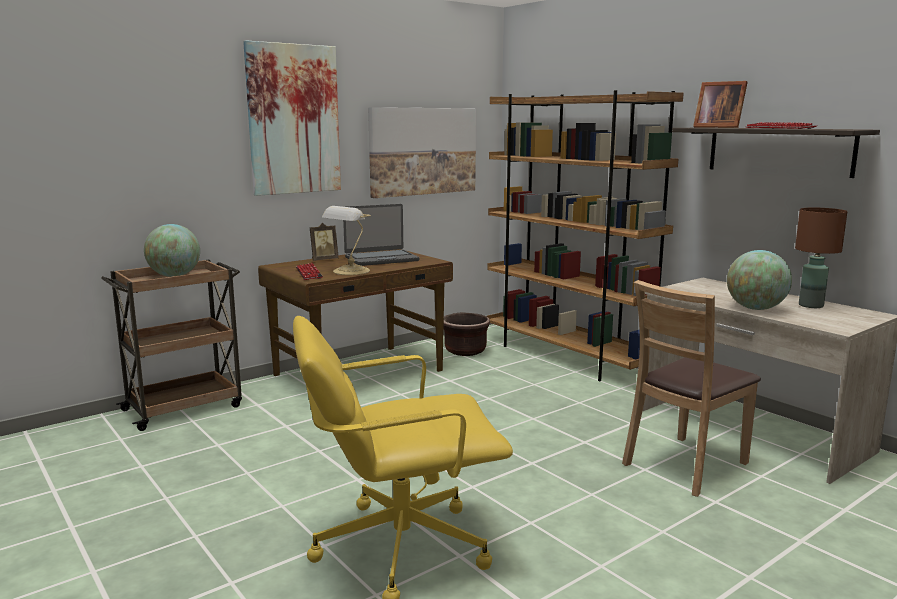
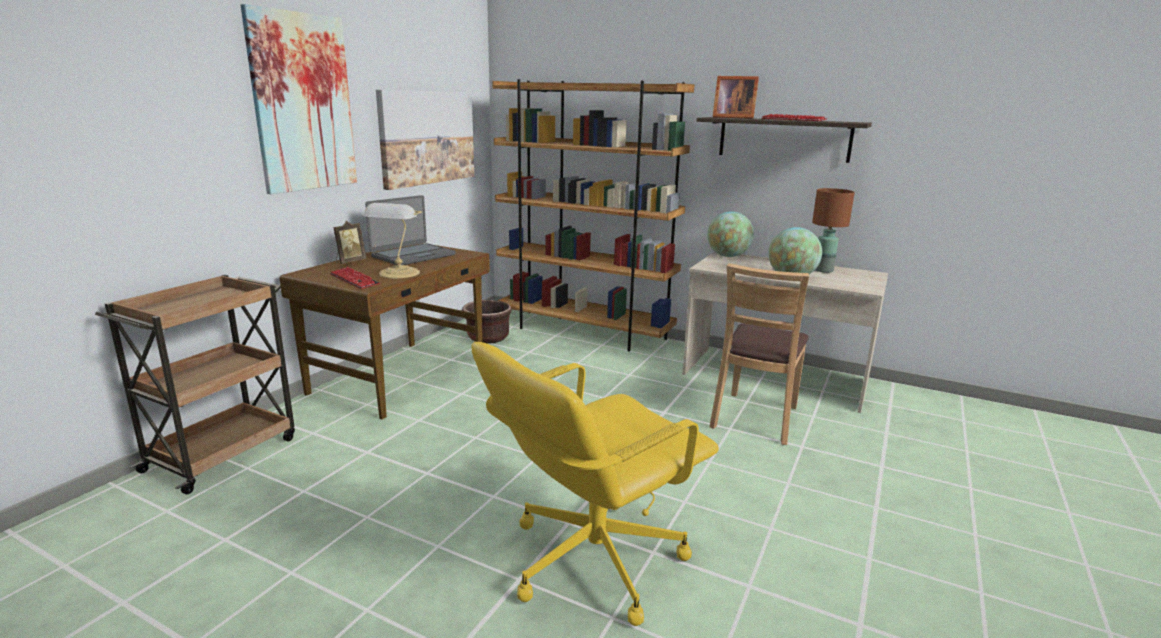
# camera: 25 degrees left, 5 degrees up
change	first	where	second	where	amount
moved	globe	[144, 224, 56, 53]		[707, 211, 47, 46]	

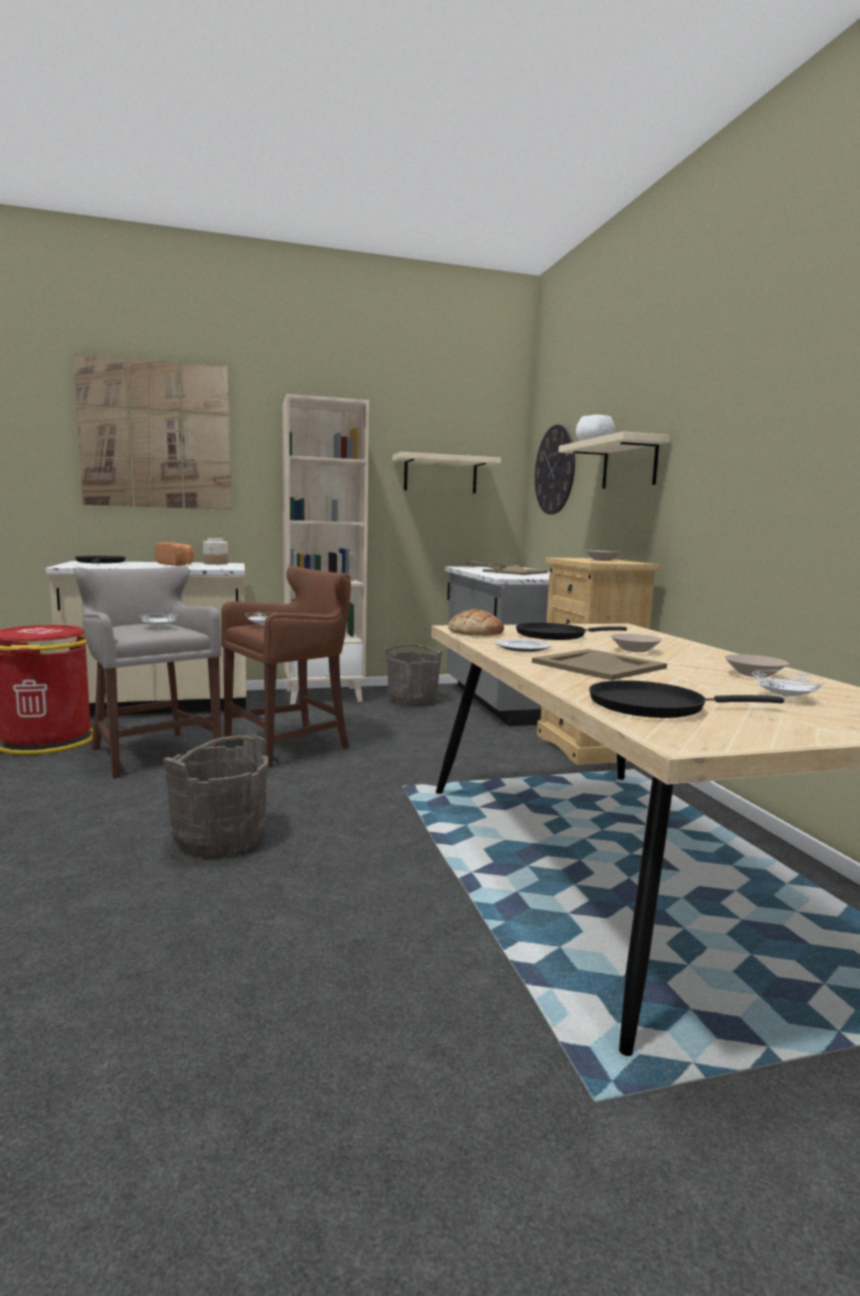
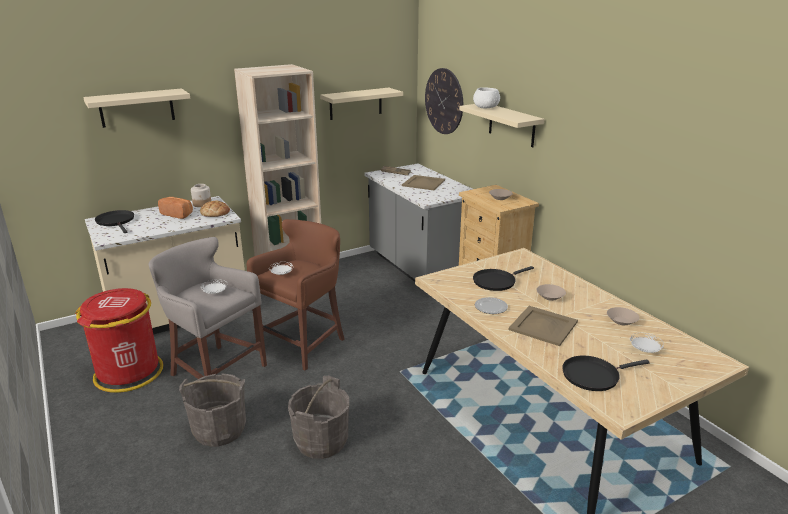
# camera: 15 degrees left, 15 degrees up
change	first	where	second	where	amount
moved	bucket/grey	[385, 644, 58, 63]		[179, 373, 67, 74]	
moved	bread	[448, 609, 56, 27]		[200, 200, 30, 17]	
replaced	picture	[74, 354, 157, 156]	shelf/beige	[83, 88, 107, 40]	

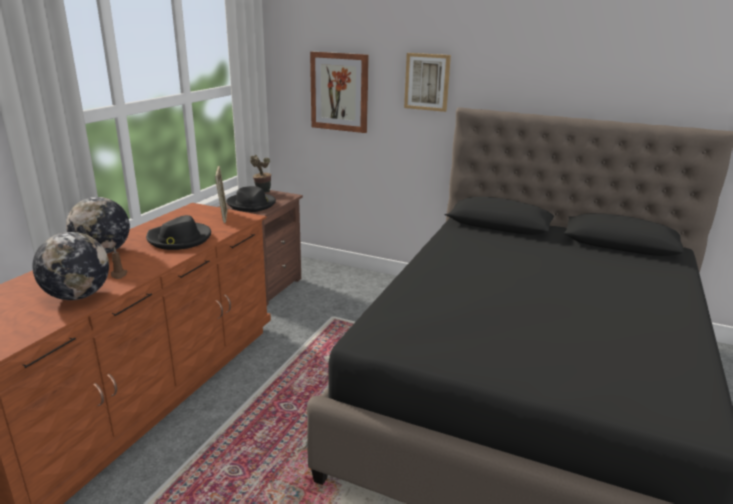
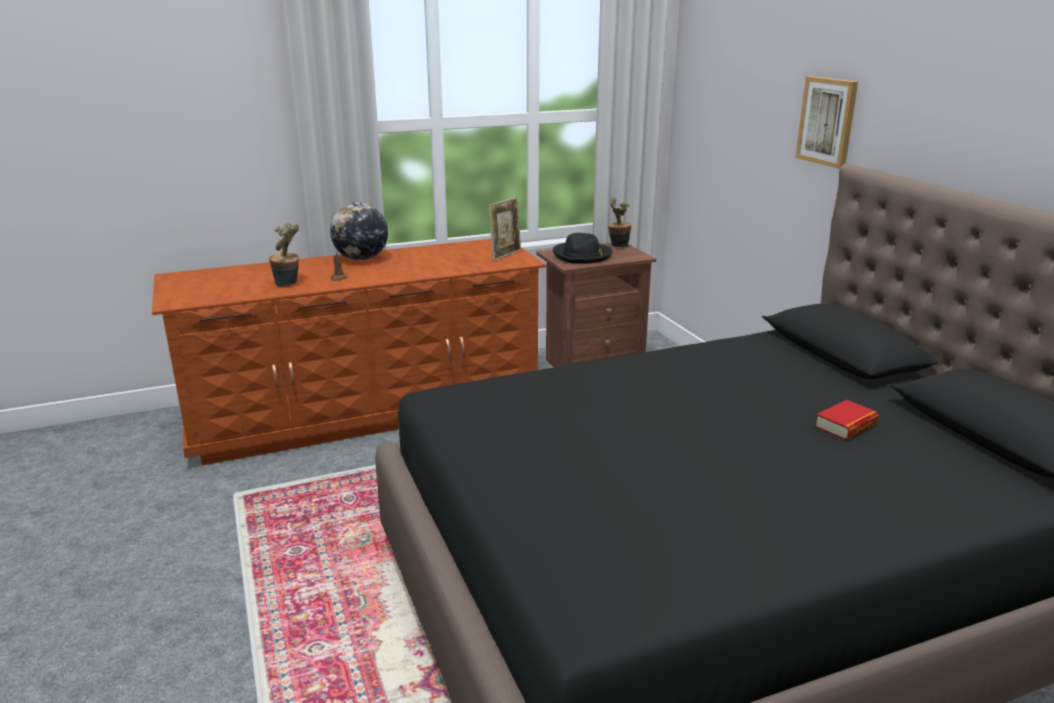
# camera: 45 degrees right, 0 degrees up
change	first	where	second	where	amount
removed	hat/black	[146, 215, 65, 35]			
removed	picture	[310, 51, 59, 82]			
added			book	[815, 400, 64, 40]	
replaced	globe	[32, 232, 77, 68]	potted plant	[269, 222, 30, 65]	

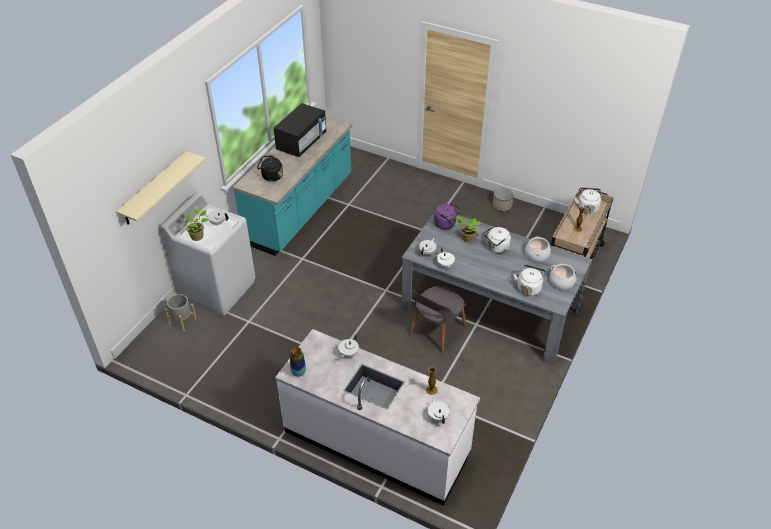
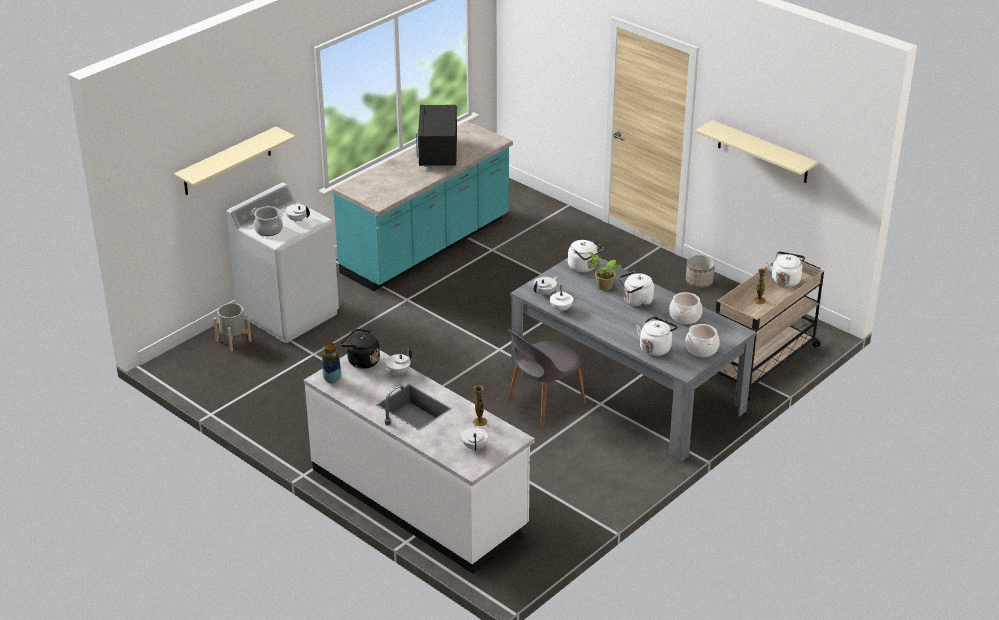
# camera: 15 degrees right, 10 degrees down
change	first	where	second	where	amount
added			shelf/beige	[695, 120, 123, 63]	
moved	kettle/black	[257, 155, 26, 27]		[340, 329, 40, 40]	
replaced	potted plant	[184, 209, 24, 32]	cooking pot	[252, 206, 31, 30]	
recoloured	kettle/purple	[434, 203, 27, 26]	kettle/white	[568, 240, 36, 33]	
turned	microwave/black	[274, 103, 52, 54]		[416, 105, 41, 63]	135 degrees clockwise

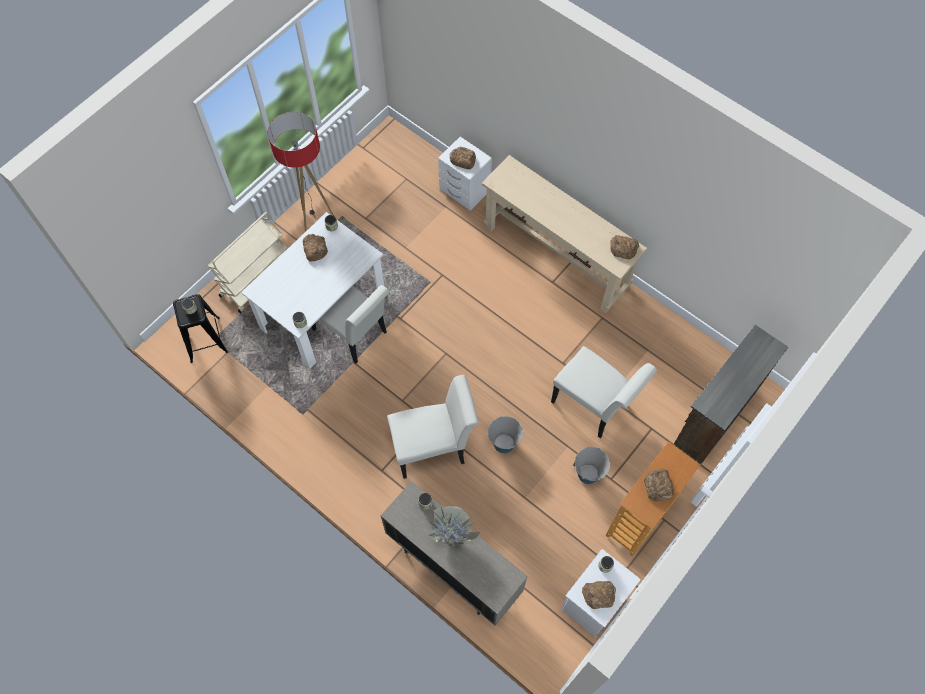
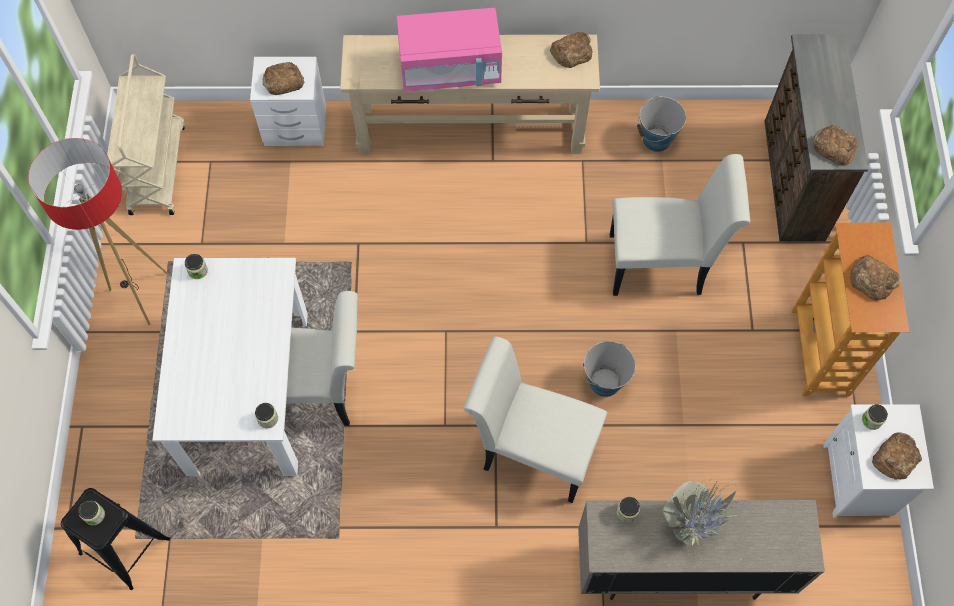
# camera: 40 degrees left, 0 degrees up
change	first	where	second	where	amount
added			microwave/pink	[396, 8, 106, 84]	
moved	cart/beige	[208, 212, 79, 101]		[106, 54, 79, 161]	
moved	bread	[303, 234, 25, 27]		[813, 125, 45, 41]	
moved	bucket	[573, 447, 37, 37]		[637, 96, 49, 56]	
turned	chair/white	[387, 375, 92, 104]		[464, 337, 143, 166]	105 degrees counterclockwise

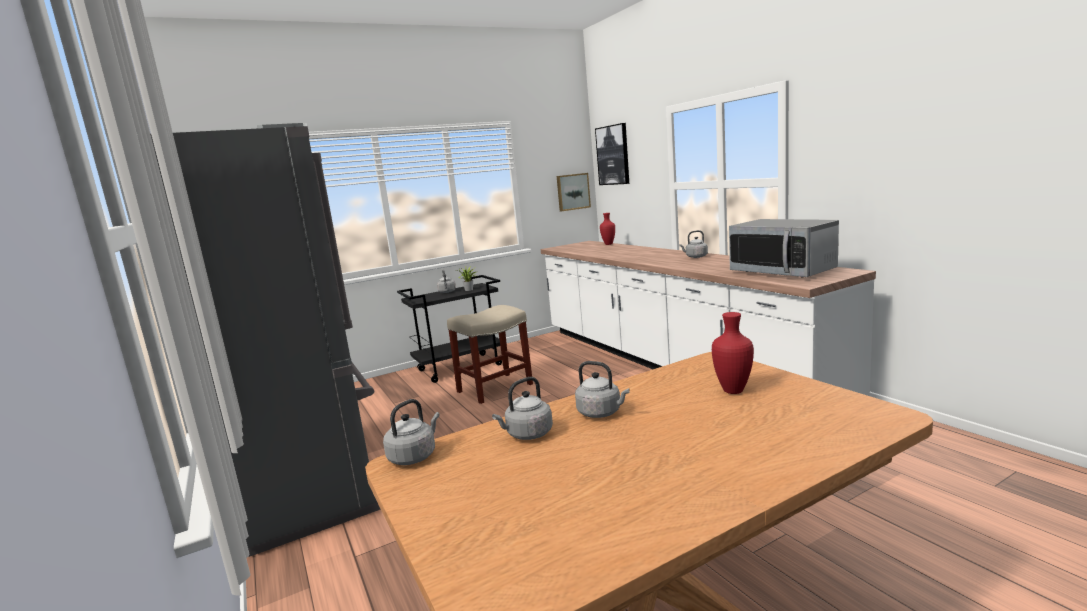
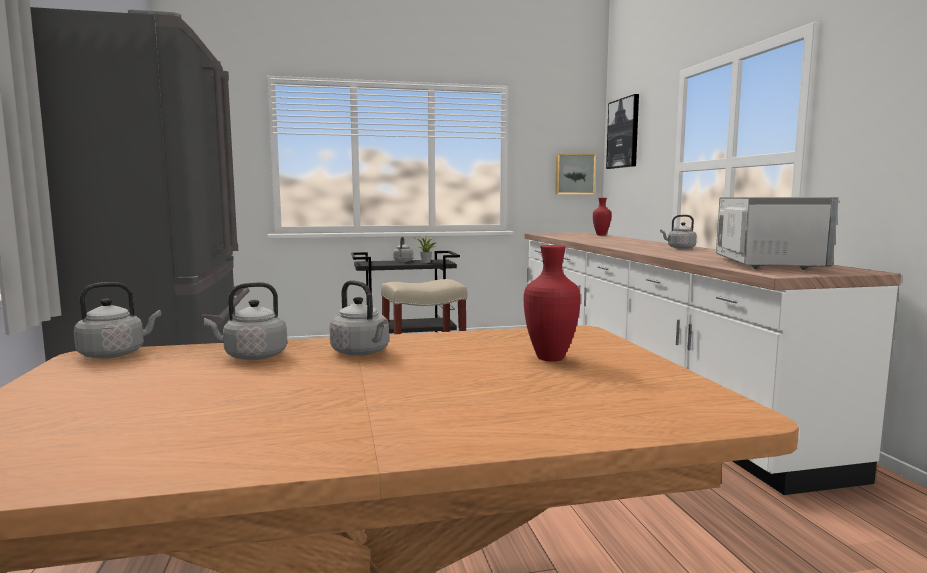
# camera: 15 degrees right, 5 degrees down
change	first	where	second	where	amount
turned	microwave	[729, 219, 110, 59]		[716, 197, 123, 73]	150 degrees counterclockwise

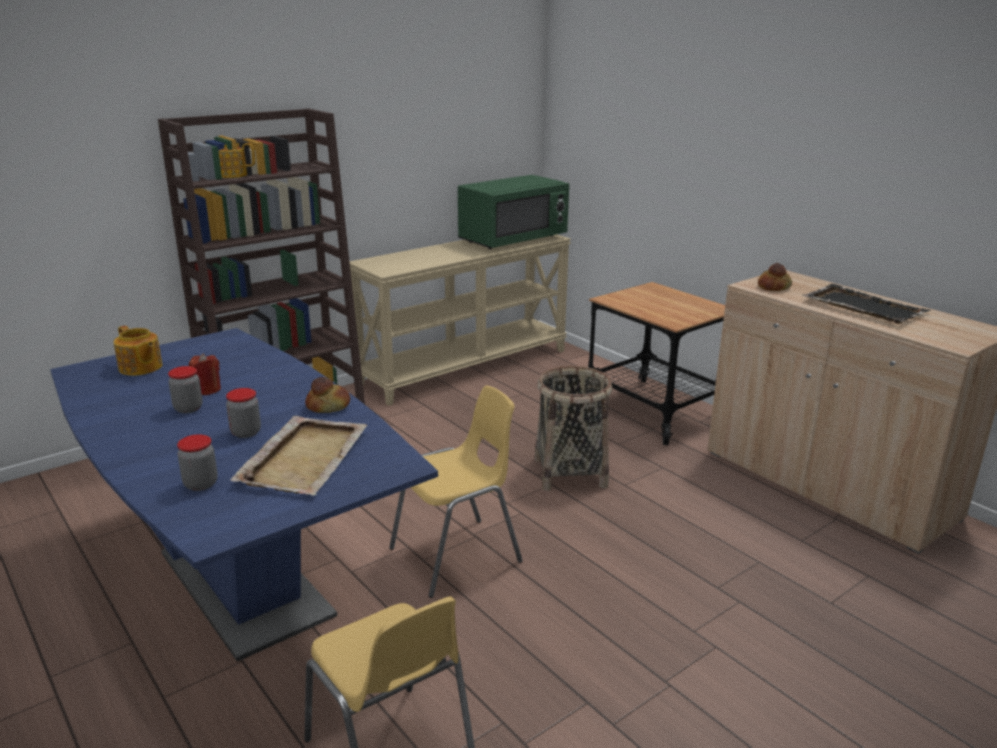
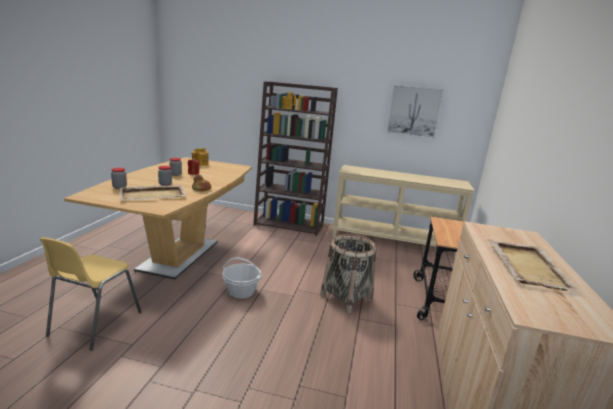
# camera: 50 degrees right, 5 degrees down
change	first	where	second	where	amount
removed	microwave/green	[458, 175, 111, 74]			
removed	bread	[758, 263, 34, 28]			
added			picture	[387, 85, 57, 54]	
replaced	chair/yellow	[389, 385, 134, 213]	basket	[222, 257, 40, 42]	
recoloured	dining table/blue	[50, 328, 388, 334]	dining table/brown	[64, 157, 188, 122]	
recoloured	tray/black	[803, 284, 128, 40]	tray/beige	[487, 239, 97, 54]	

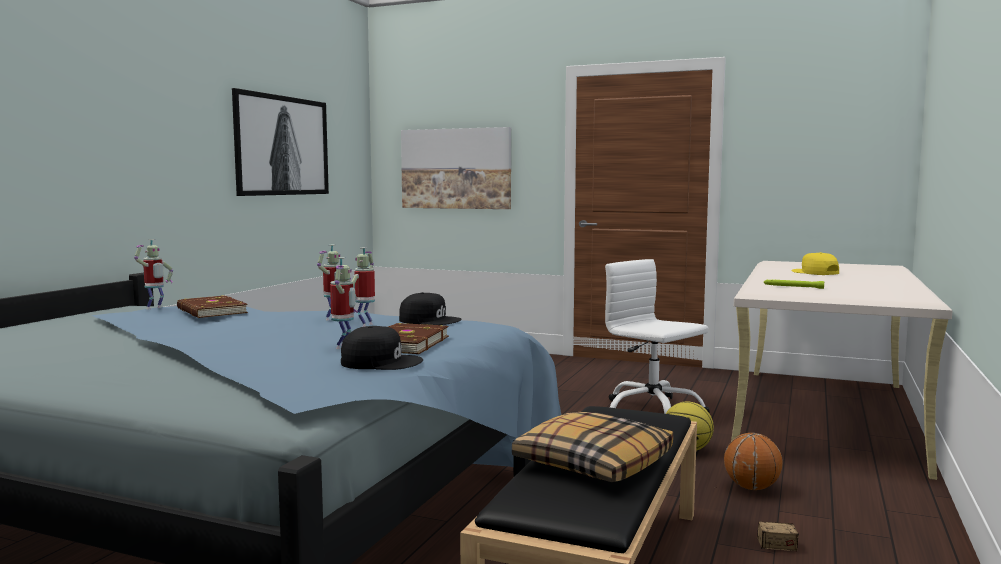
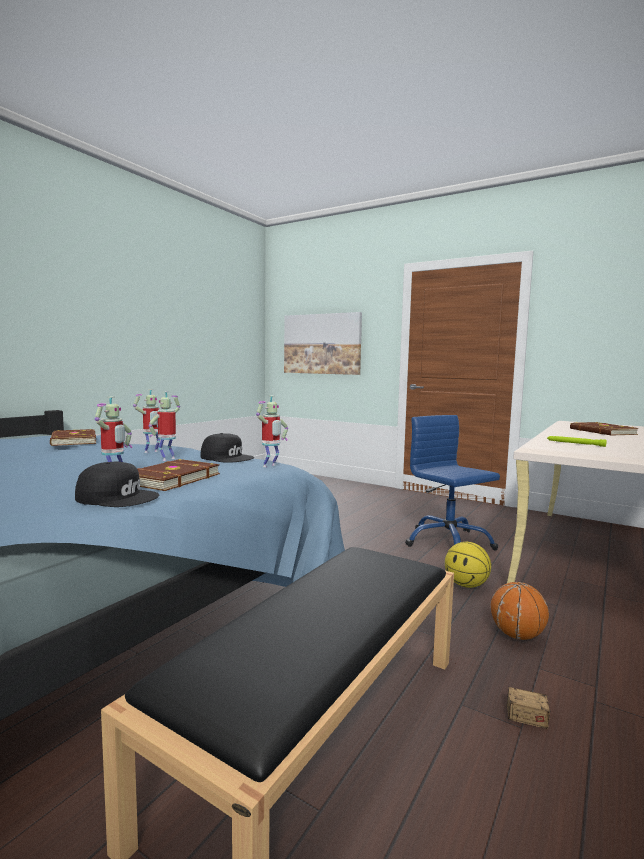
# camera: 10 degrees right, 0 degrees up
change	first	where	second	where	amount
removed	picture	[232, 88, 97, 108]			
removed	pillow	[512, 412, 161, 70]			
moved	toy robot	[134, 239, 39, 71]		[256, 396, 32, 71]	
replaced	cap/yellow	[791, 252, 48, 23]	book/brown	[570, 422, 69, 14]	
recoloured	office chair/white	[605, 259, 105, 155]	office chair/blue	[405, 415, 95, 136]	

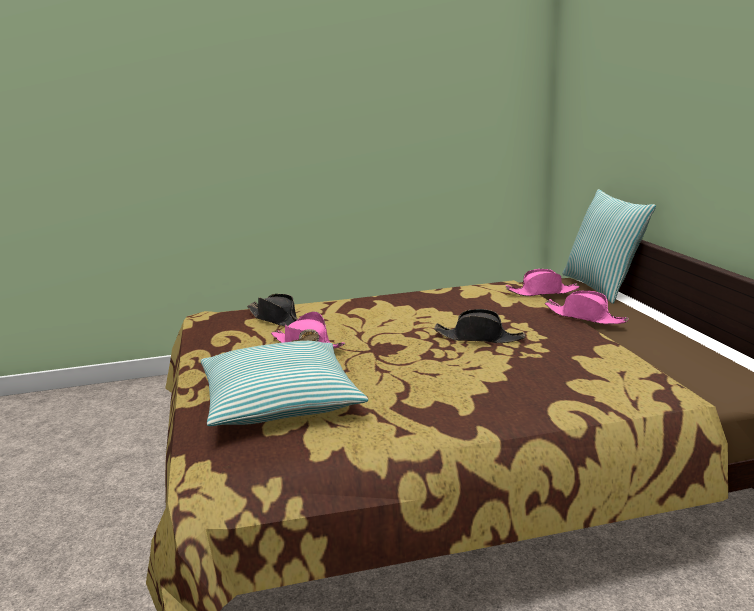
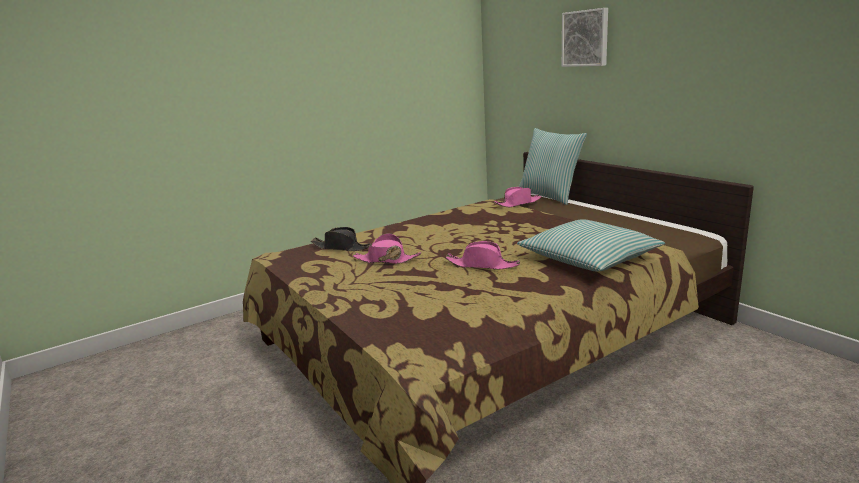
# camera: 20 degrees left, 0 degrees up
change	first	where	second	where	amount
removed	hat/black	[434, 309, 91, 34]			
added			picture	[562, 8, 46, 59]	
moved	pillow	[201, 341, 167, 85]		[517, 219, 148, 52]	
moved	hat/pink	[545, 290, 84, 34]		[446, 241, 74, 28]	

